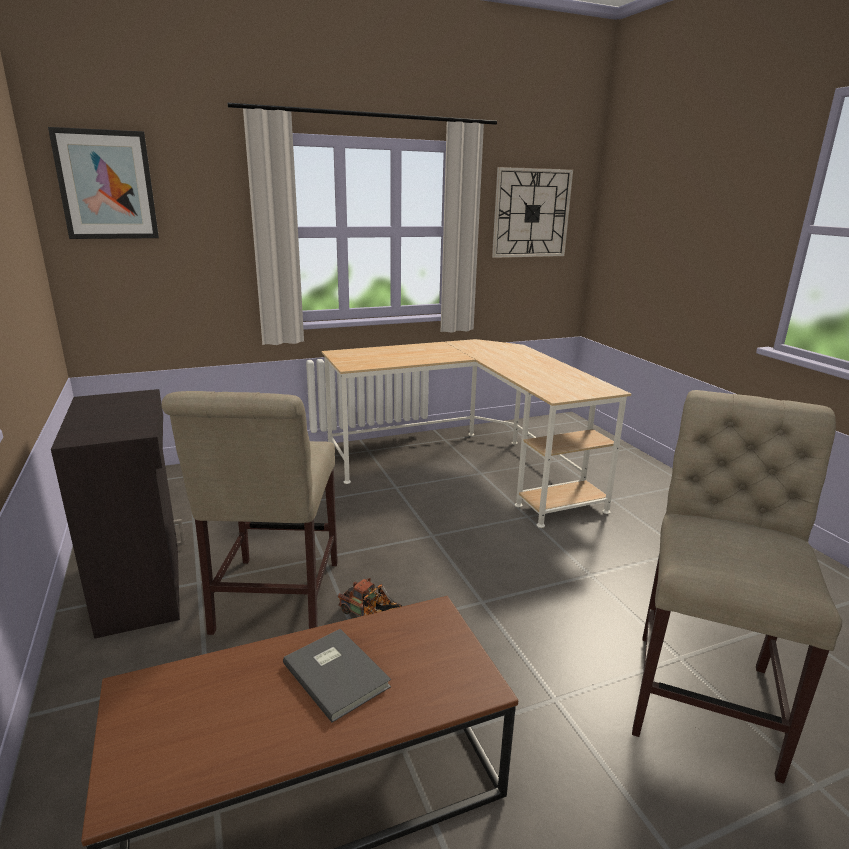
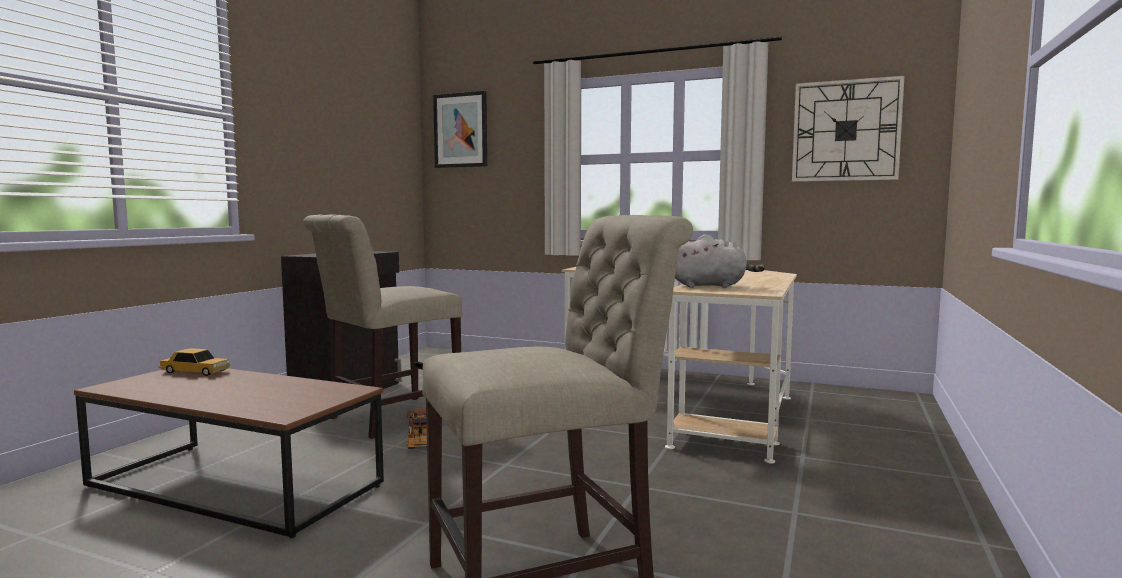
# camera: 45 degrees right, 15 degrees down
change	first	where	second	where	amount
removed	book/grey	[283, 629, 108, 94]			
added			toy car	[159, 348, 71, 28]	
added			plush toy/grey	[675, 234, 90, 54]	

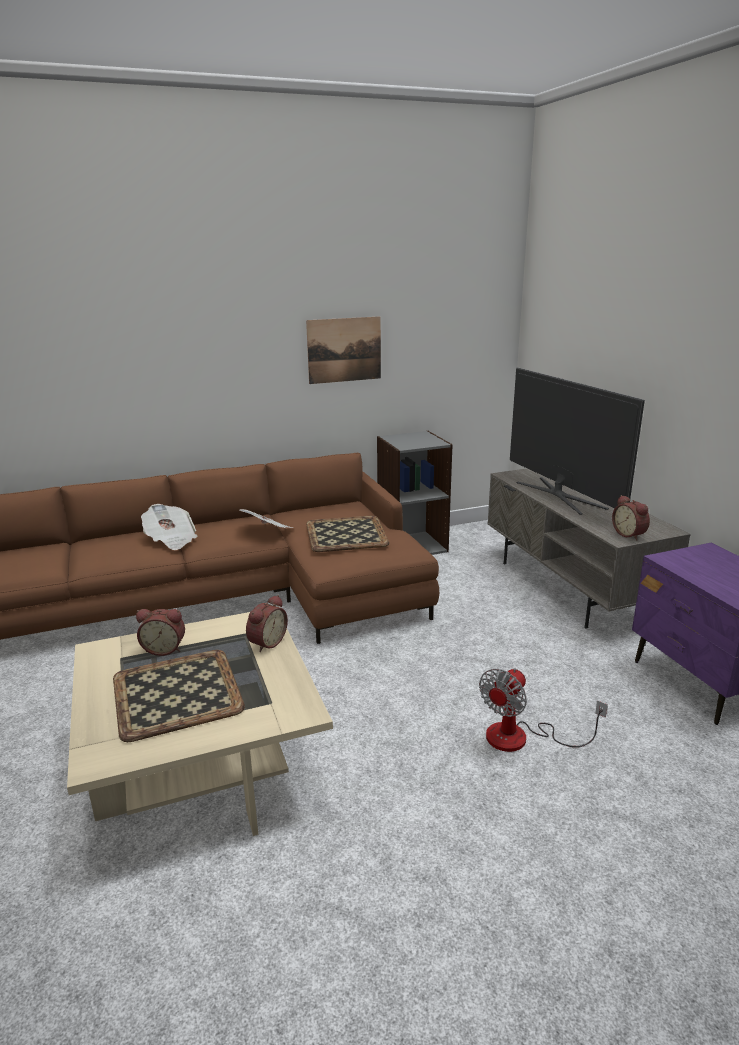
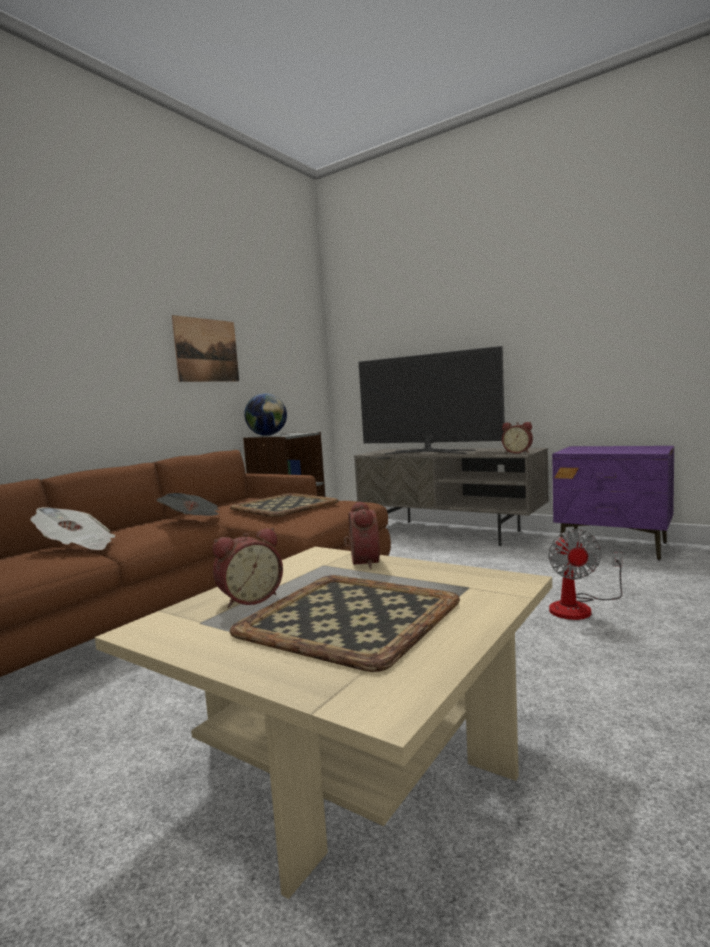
# camera: 35 degrees left, 15 degrees down
change	first	where	second	where	amount
added			globe	[244, 393, 43, 43]	

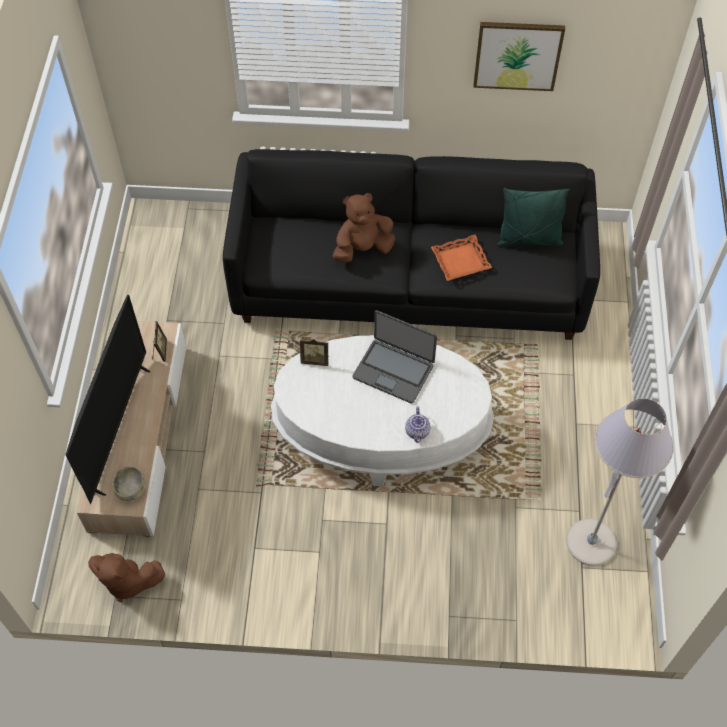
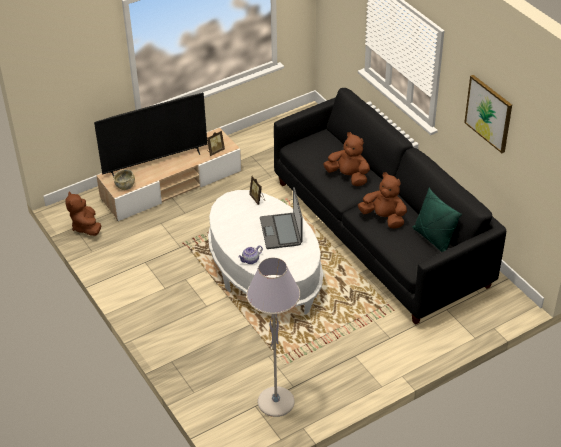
# camera: 55 degrees right, 15 degrees down
change	first	where	second	where	amount
replaced	tray/orange	[431, 234, 61, 47]	plush toy/brown	[358, 172, 49, 57]	

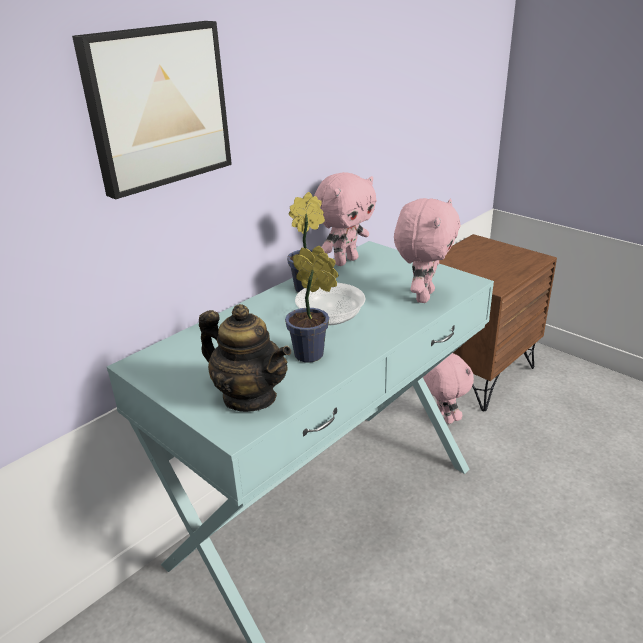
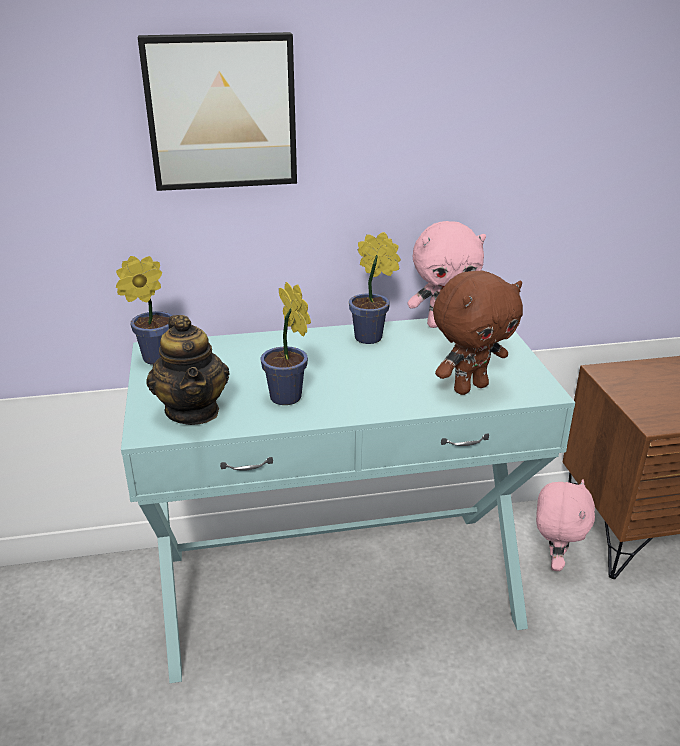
# camera: 35 degrees right, 0 degrees up
change	first	where	second	where	amount
removed	bowl	[295, 283, 70, 42]			
added			potted plant	[116, 256, 57, 109]	
recoloured	plush toy/pink	[394, 198, 67, 105]	plush toy/brown	[433, 271, 90, 124]	

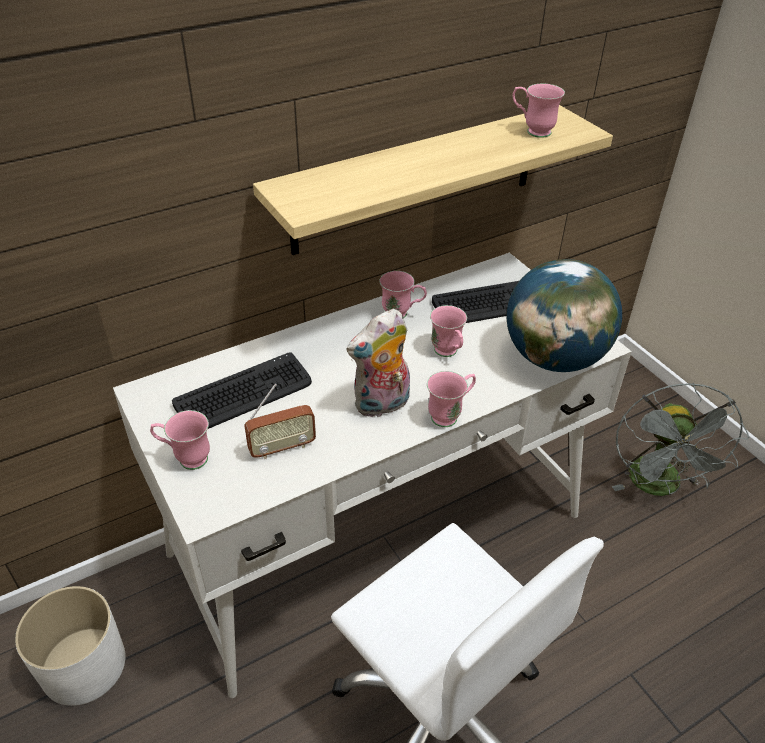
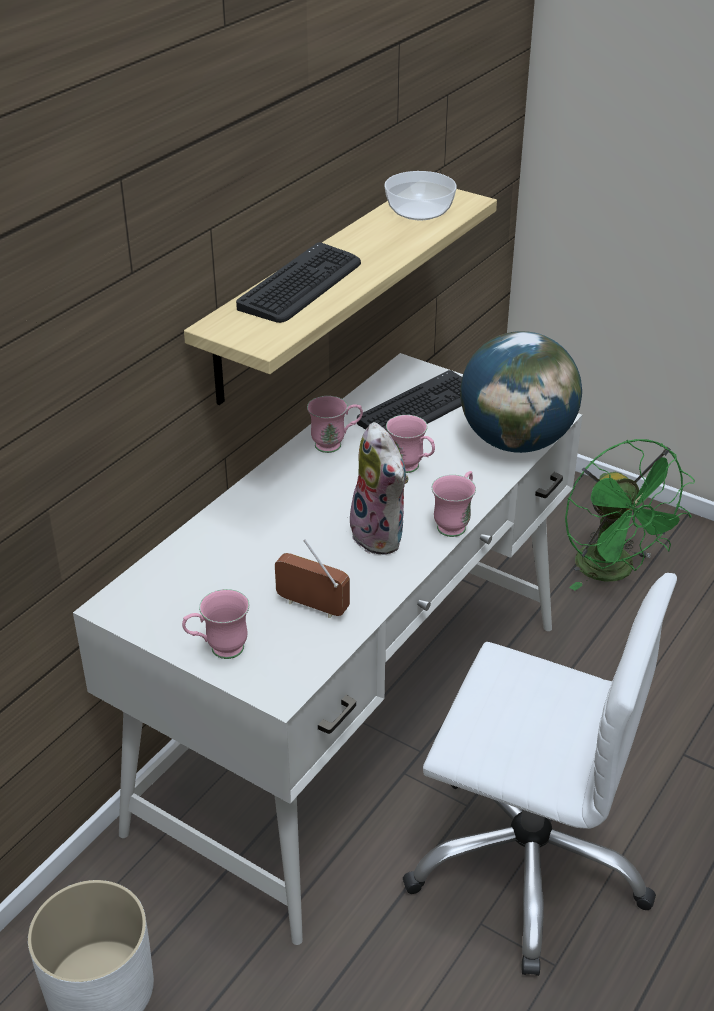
# camera: 25 degrees left, 5 degrees down
change	first	where	second	where	amount
moved	keyboard	[172, 352, 140, 77]		[236, 242, 125, 81]	
replaced	mug/pink	[513, 84, 52, 54]	bowl	[384, 171, 73, 49]	
recoloured	fan/grey	[612, 383, 137, 113]	fan/green	[565, 439, 130, 152]	
turned	radio	[244, 384, 72, 75]		[275, 539, 75, 79]	105 degrees counterclockwise
turned	plush toy	[346, 309, 64, 108]		[345, 422, 63, 133]	60 degrees counterclockwise

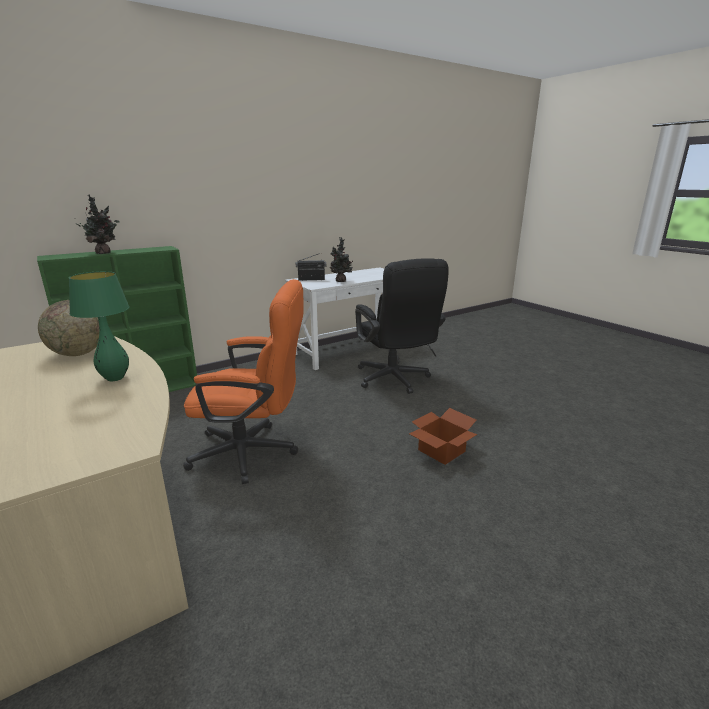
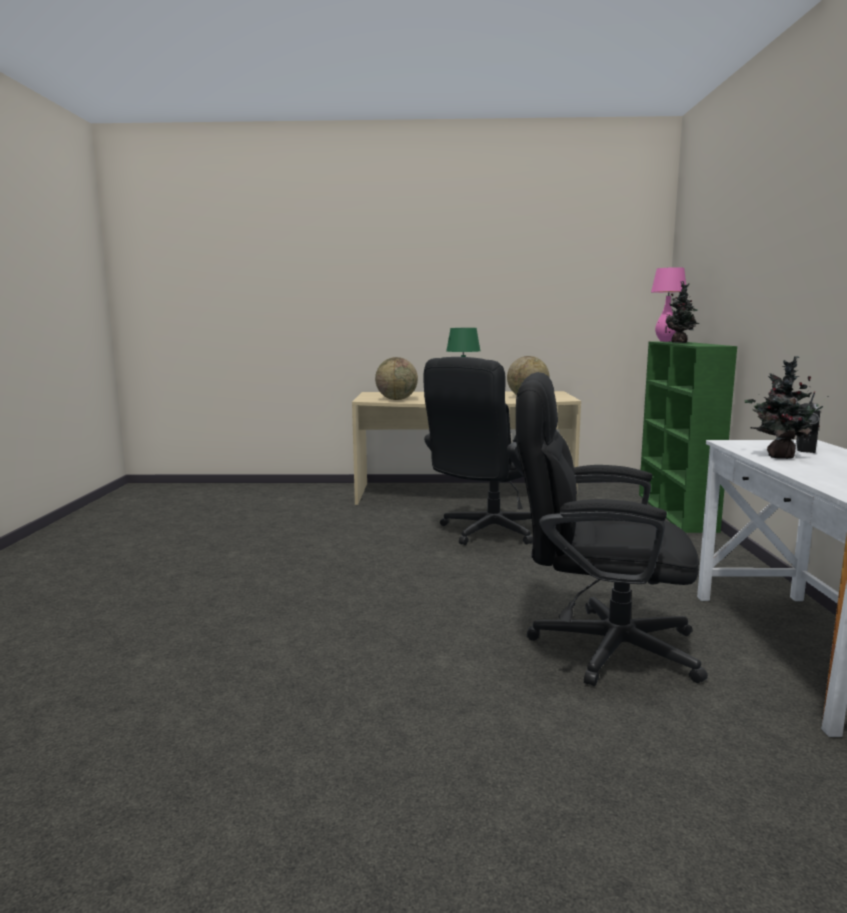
# camera: 125 degrees right, 10 degrees down
change	first	where	second	where	amount
removed	cardboard box	[409, 408, 68, 57]			
added			globe	[375, 357, 43, 43]	
added			table lamp/pink	[651, 267, 35, 75]	
recoloured	office chair/orange	[183, 279, 121, 205]	office chair/black	[423, 357, 110, 188]	

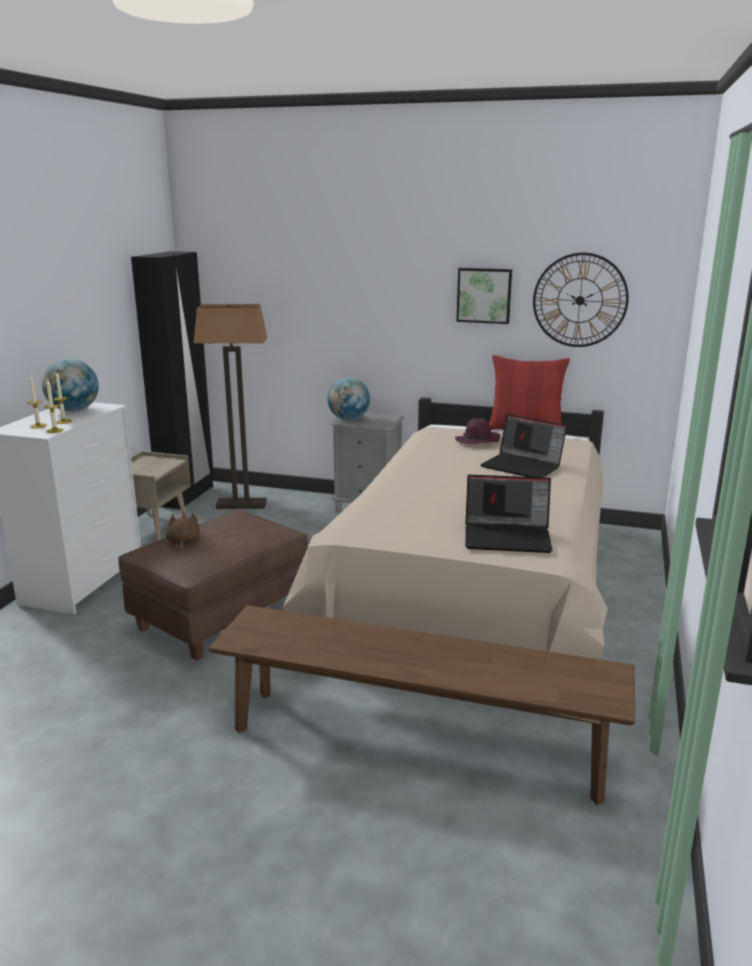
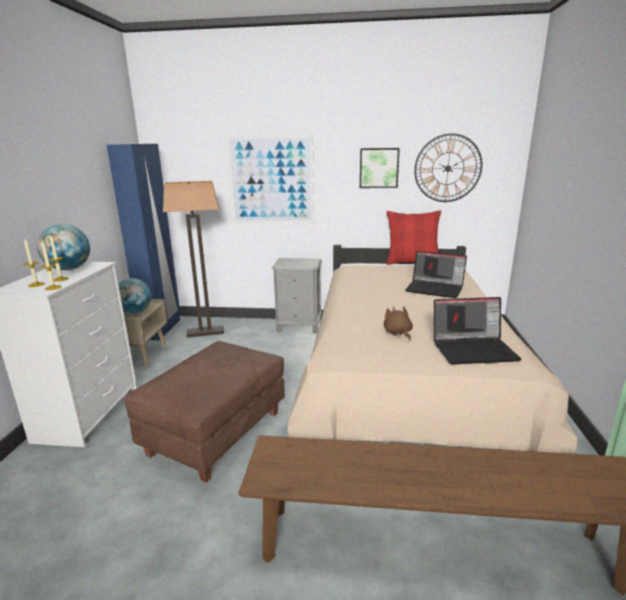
# camera: 10 degrees left, 0 degrees up
change	first	where	second	where	amount
removed	hat/purple	[455, 418, 46, 26]			
added			picture	[227, 135, 87, 88]	
moved	plush toy/brown	[166, 512, 34, 40]		[384, 306, 29, 34]	
moved	globe	[328, 378, 42, 42]		[118, 278, 33, 36]	
recoloured	wardrobe/black	[131, 251, 83, 258]	wardrobe/blue	[107, 144, 74, 196]	

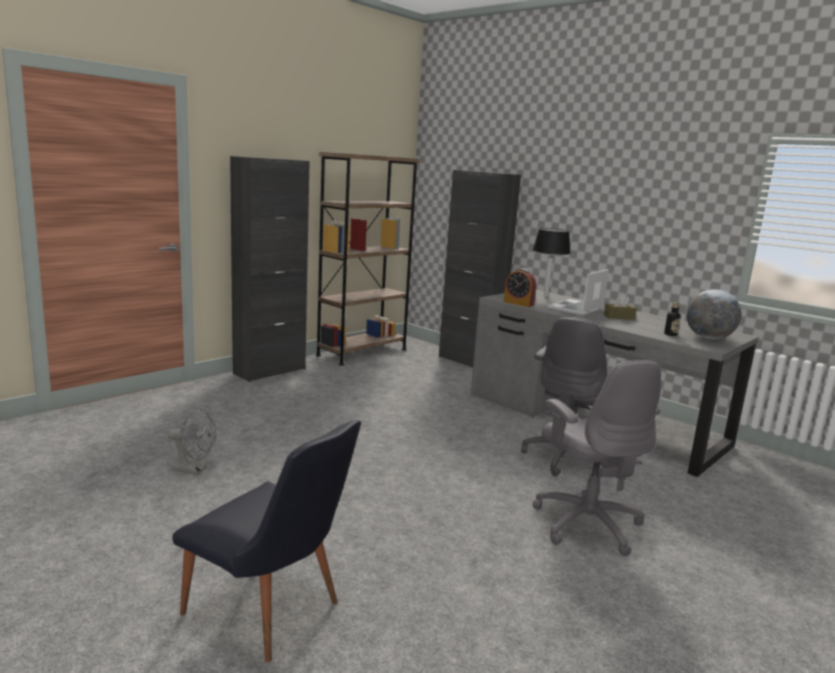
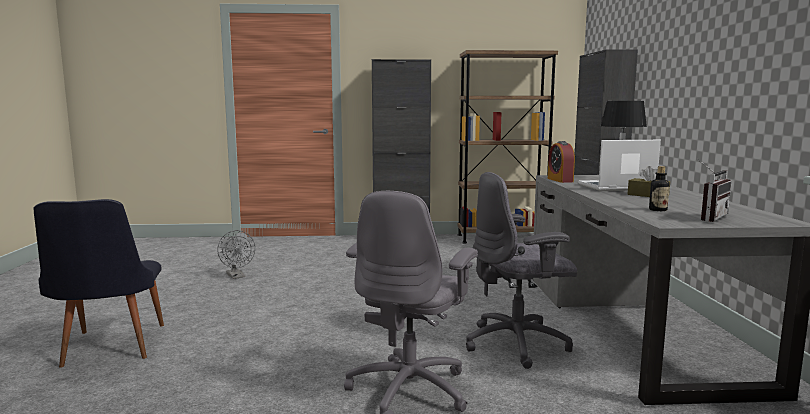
# camera: 45 degrees right, 5 degrees down
change	first	where	second	where	amount
replaced	globe	[686, 289, 56, 51]	radio	[697, 159, 35, 63]	

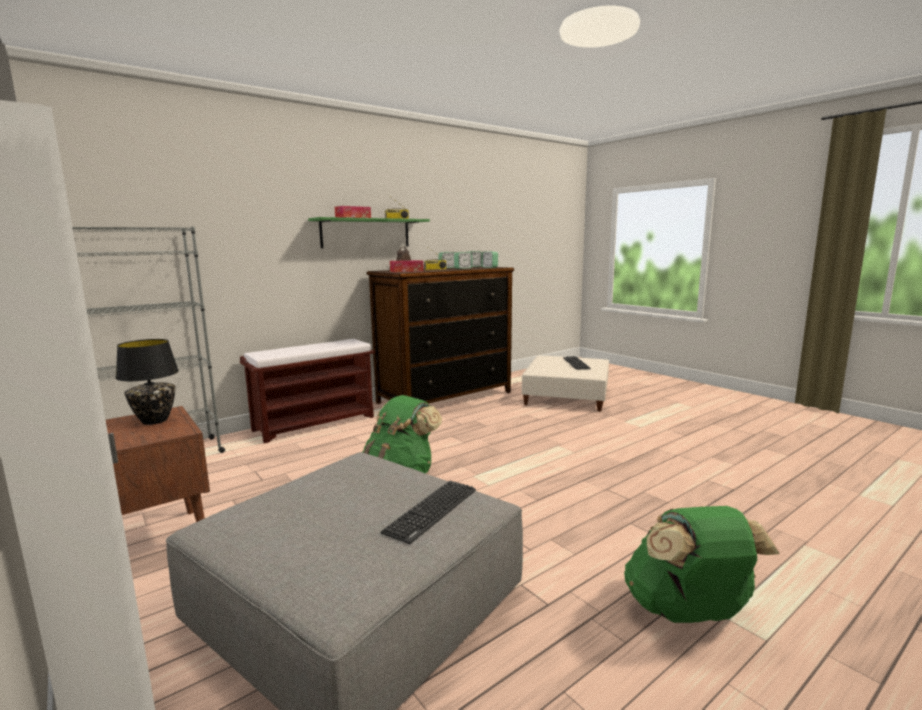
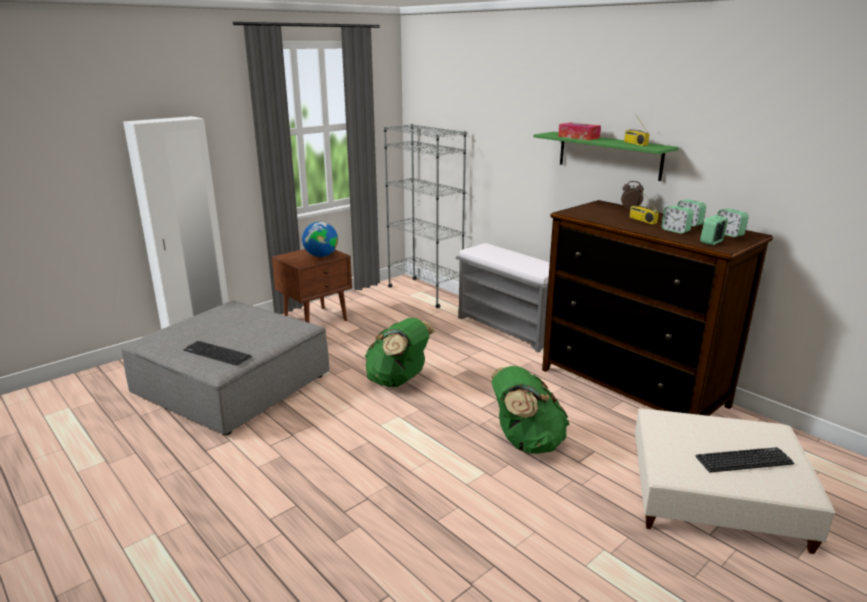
# camera: 85 degrees right, 10 degrees up
change	first	where	second	where	amount
removed	tissue box	[390, 260, 34, 12]			
moved	backpack/green	[624, 506, 156, 117]		[491, 366, 78, 88]	
replaced	table lamp/black	[116, 339, 63, 86]	globe	[302, 222, 36, 35]	
recoloured	bench/brown	[240, 339, 135, 104]	bench/grey	[456, 243, 94, 110]	

